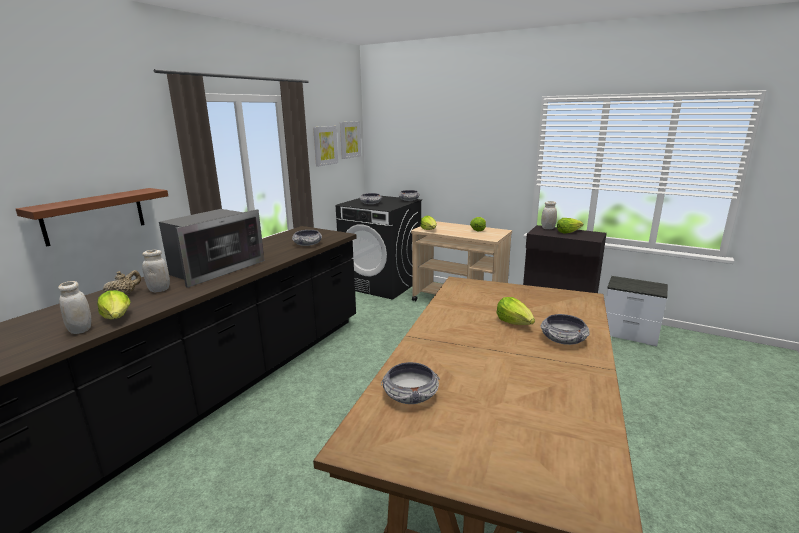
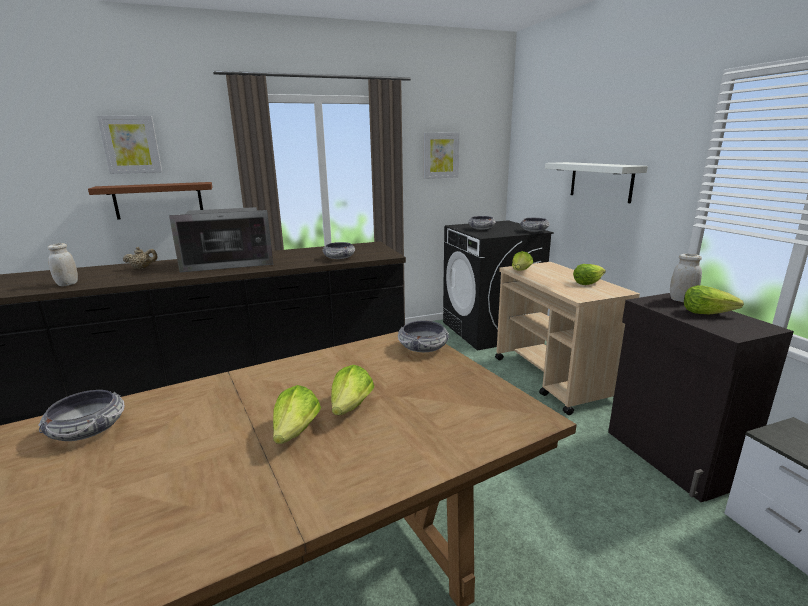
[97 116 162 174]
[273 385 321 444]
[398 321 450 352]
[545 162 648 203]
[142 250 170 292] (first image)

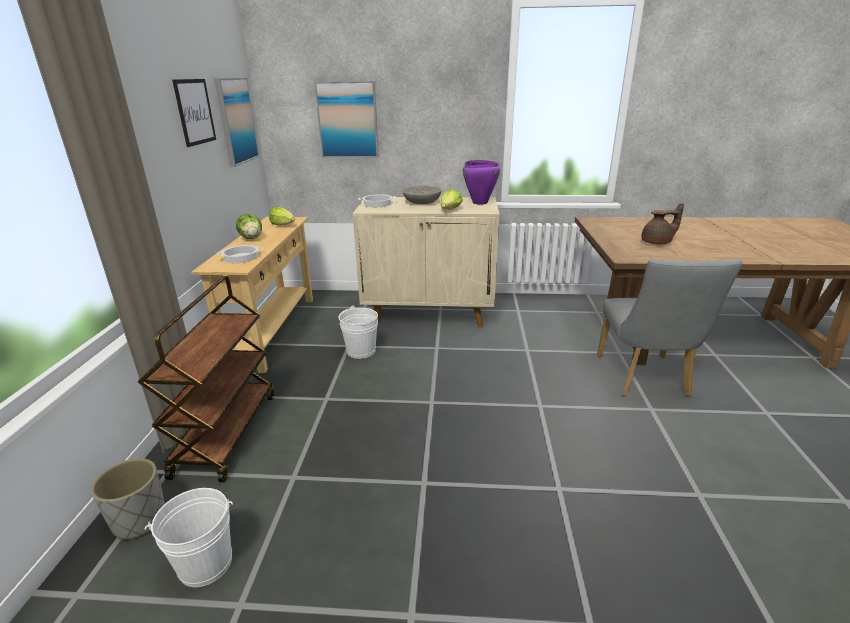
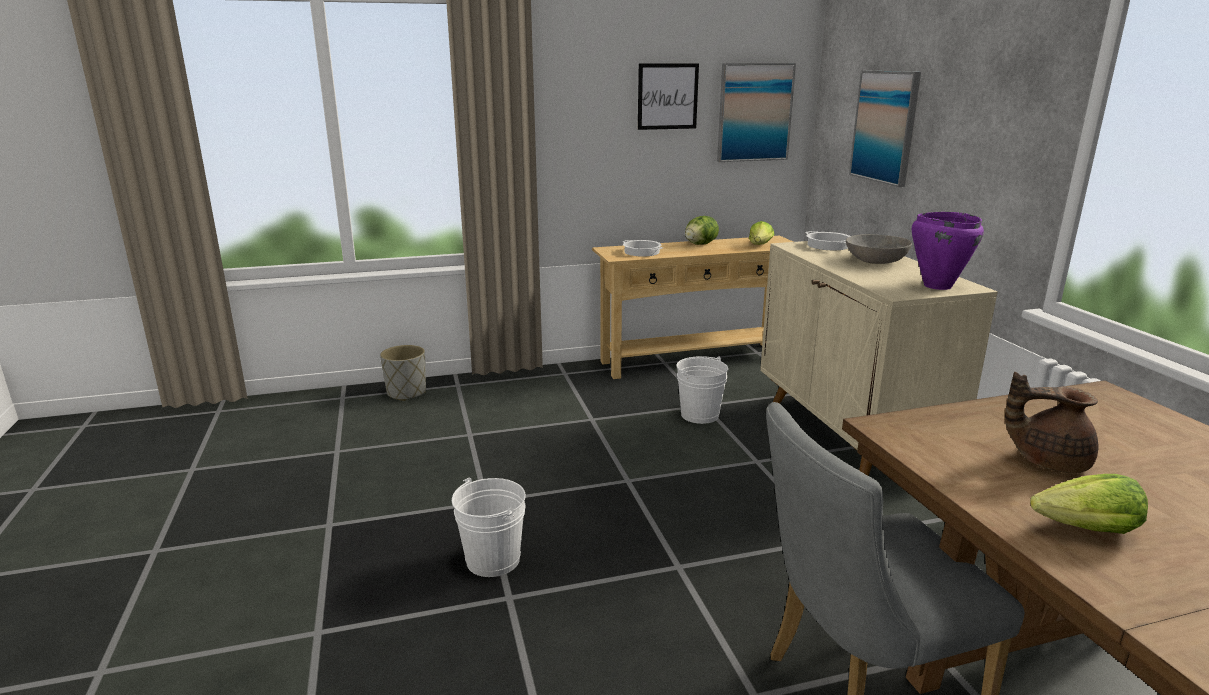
[452 477 526 577]
[1005 371 1098 473]
[1030 474 1148 534]
[138 276 274 482] (first image)

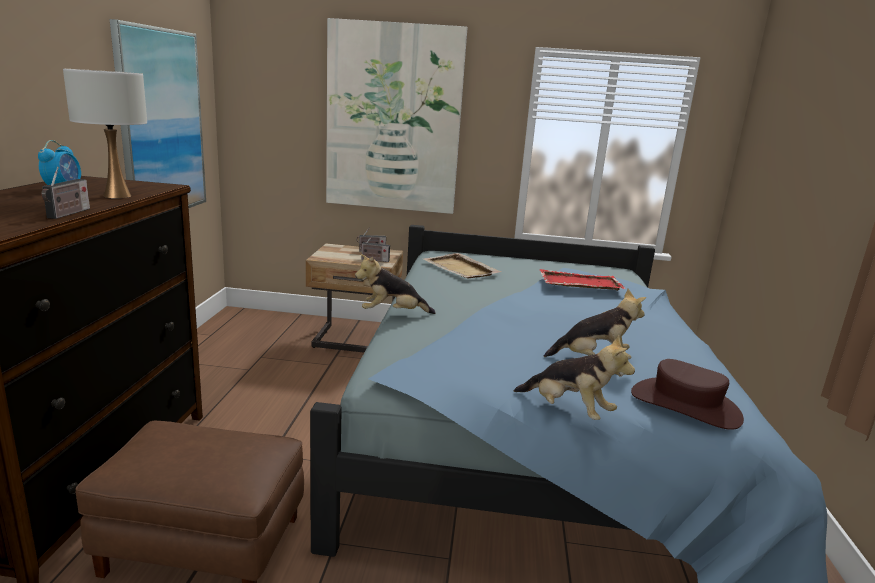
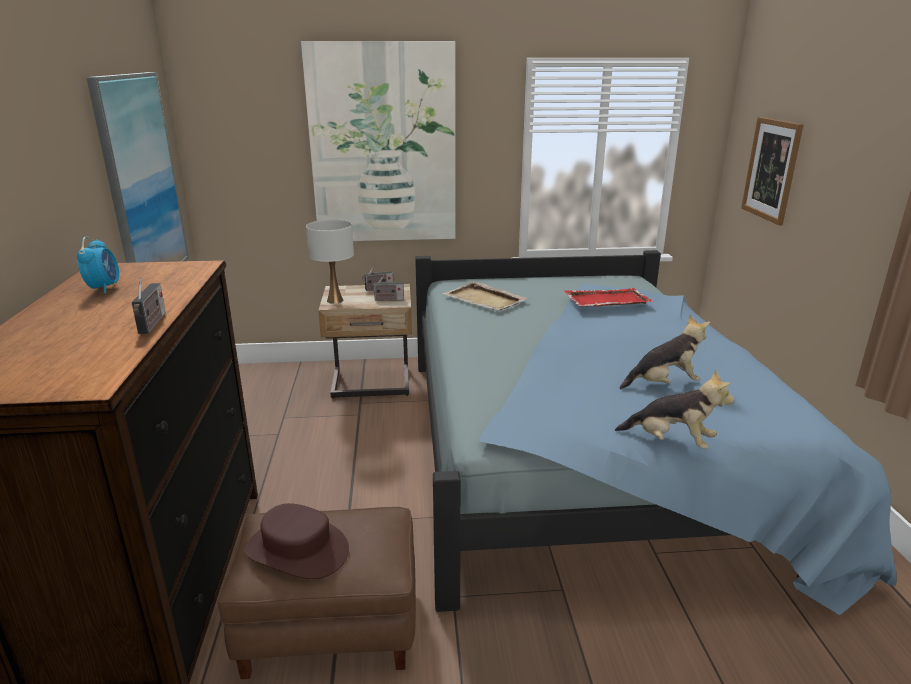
[245 503 349 579]
[306 220 354 304]
[741 117 803 226]
[355 254 435 314] (first image)

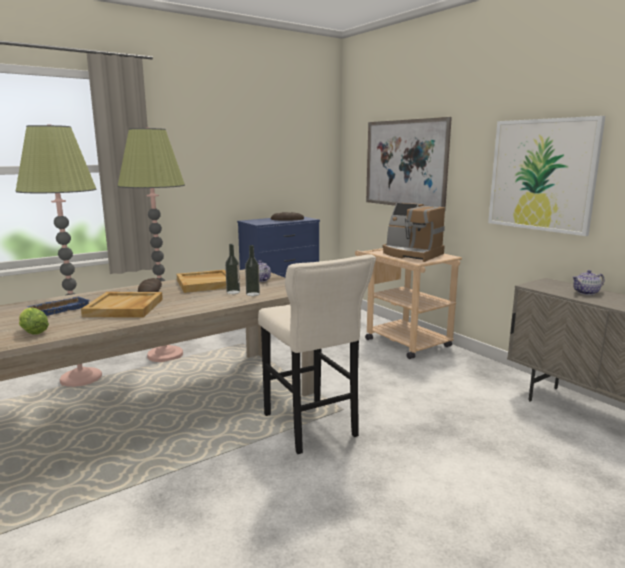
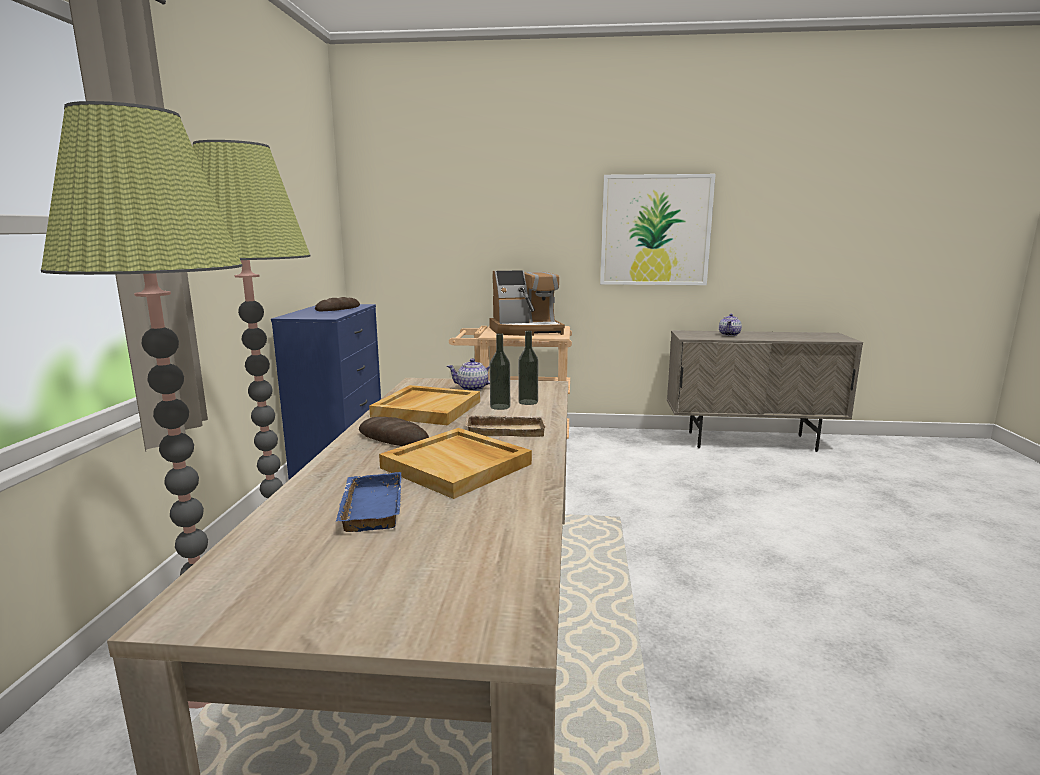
[465 415 546 437]
[19 307 49 335] (first image)
[258 254 376 454] (first image)
[366 117 452 208] (first image)

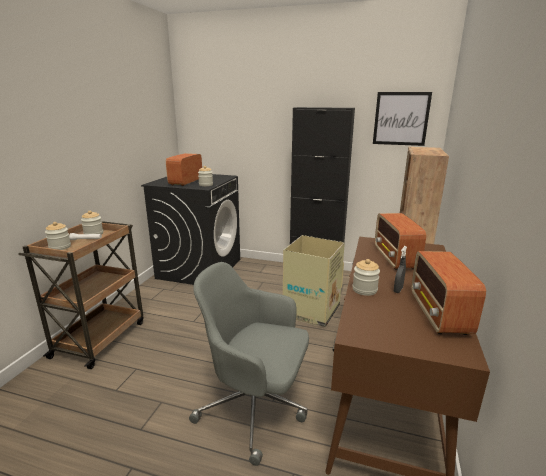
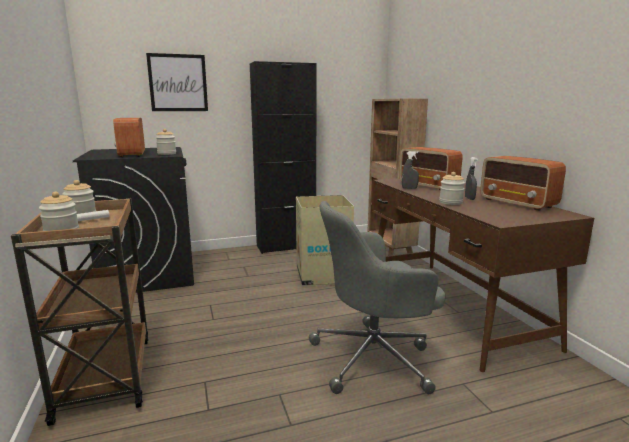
[146 53 208 111]
[402 151 419 189]

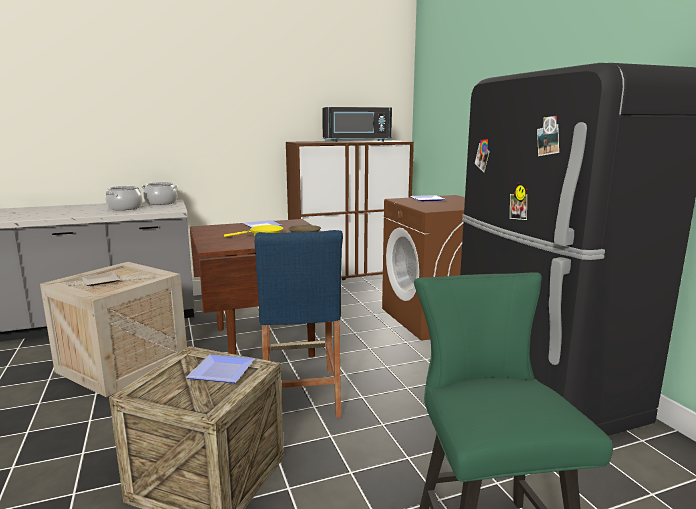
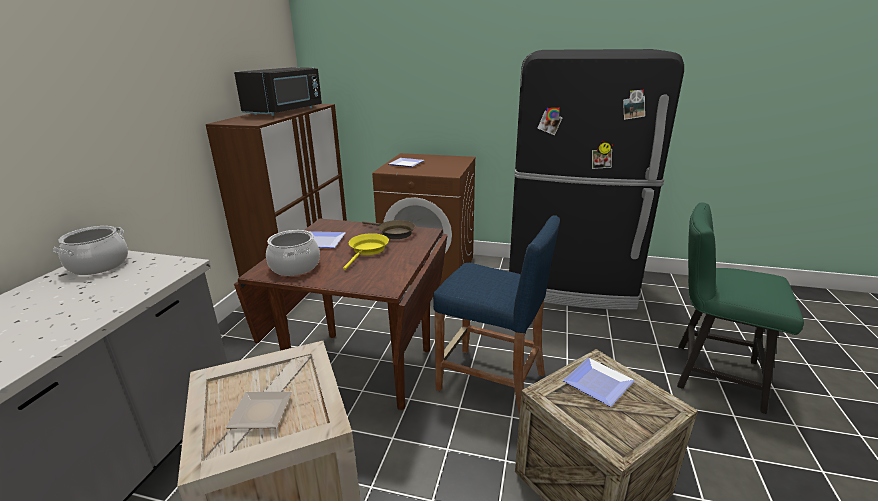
[266 230 320 276]

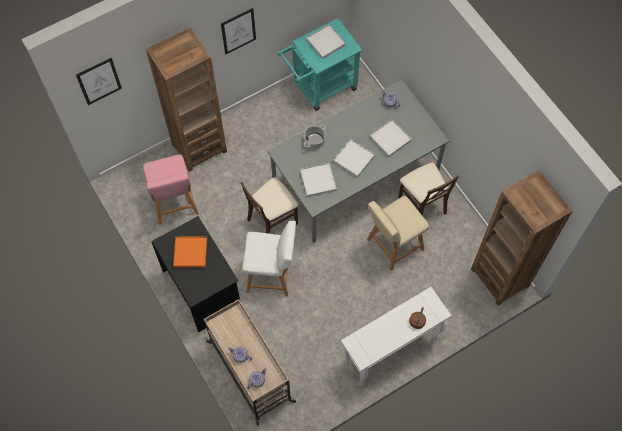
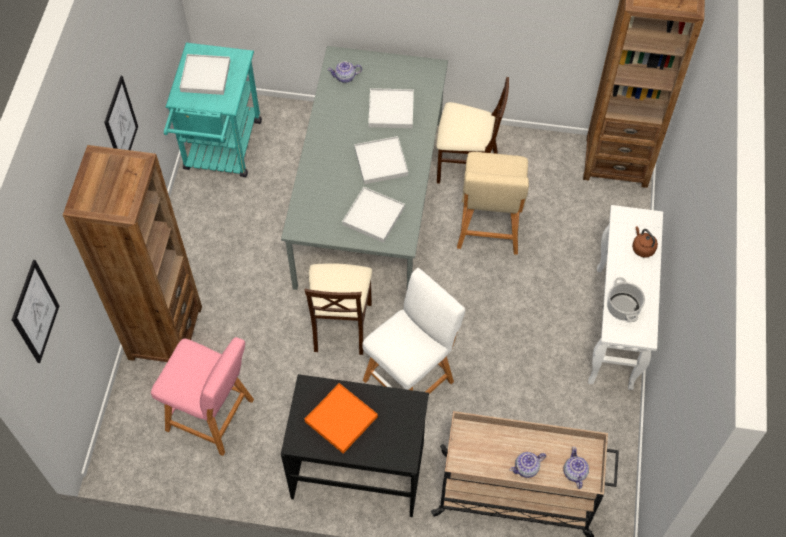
[607 277 645 322]

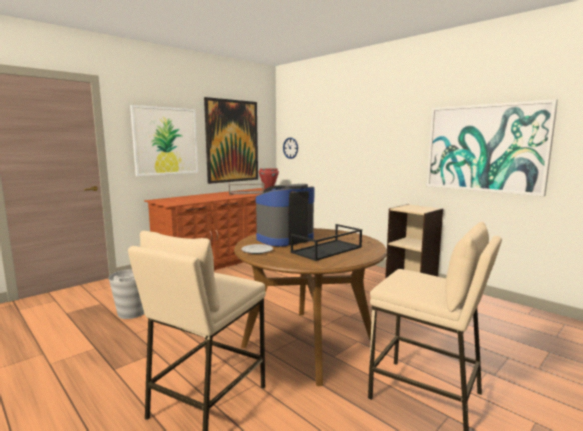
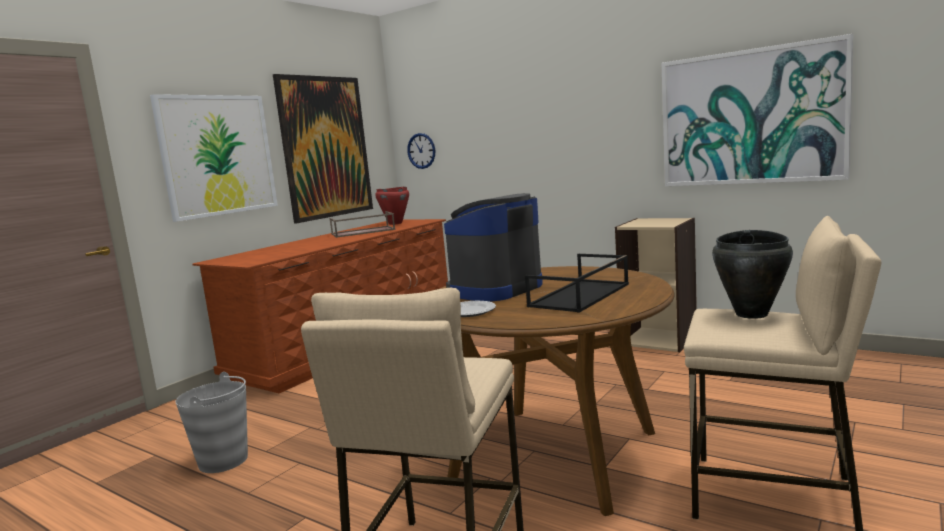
[712 230 793 319]

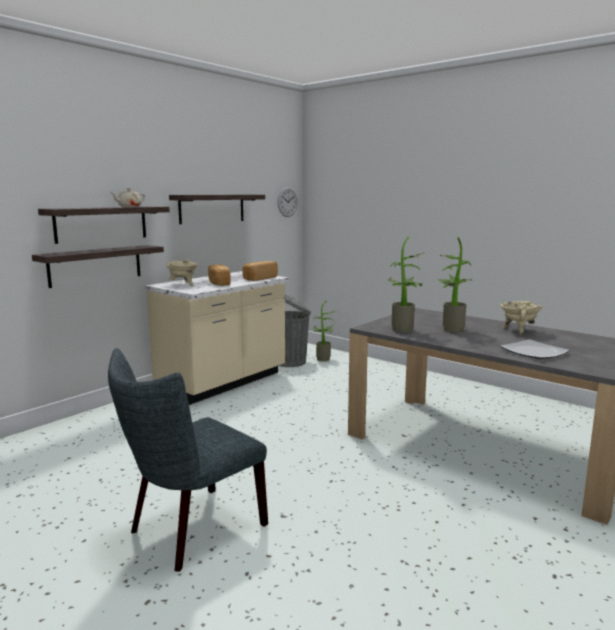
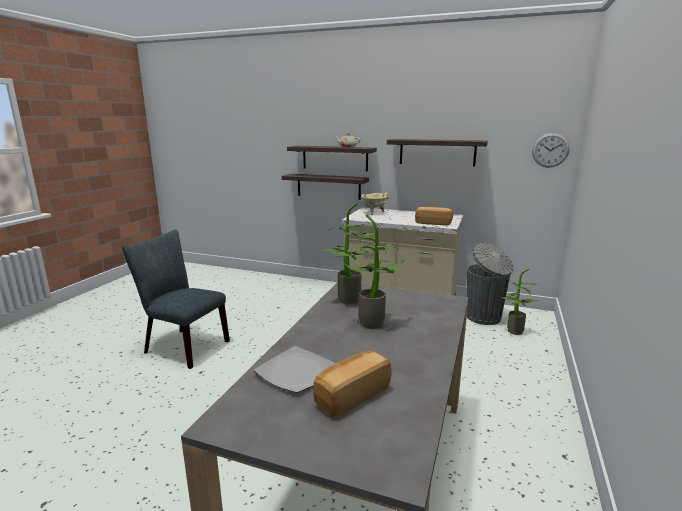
[313 351 392 418]
[500 301 543 335] (first image)

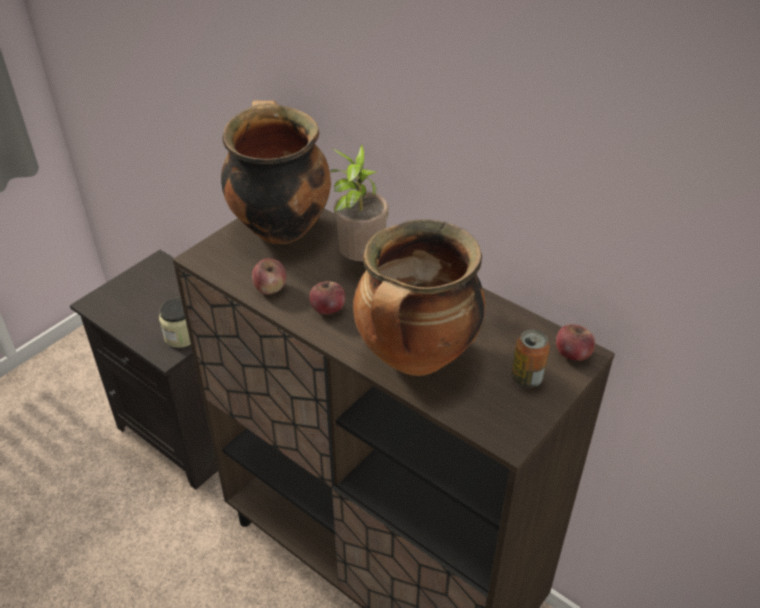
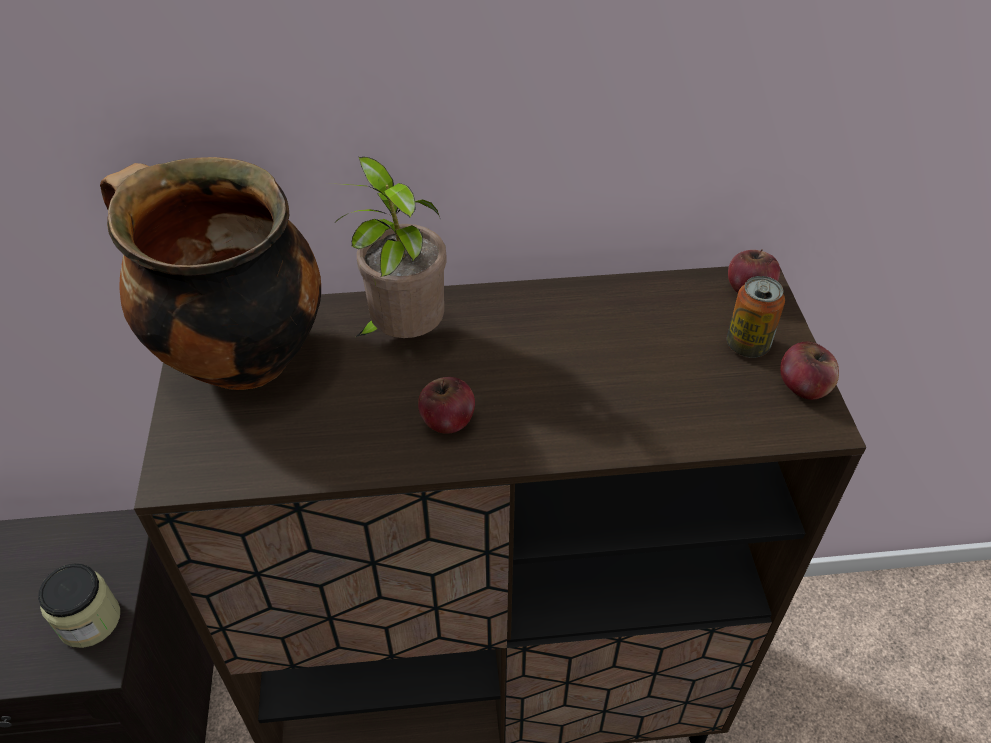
[780 342 839 400]
[353 219 485 376] (first image)

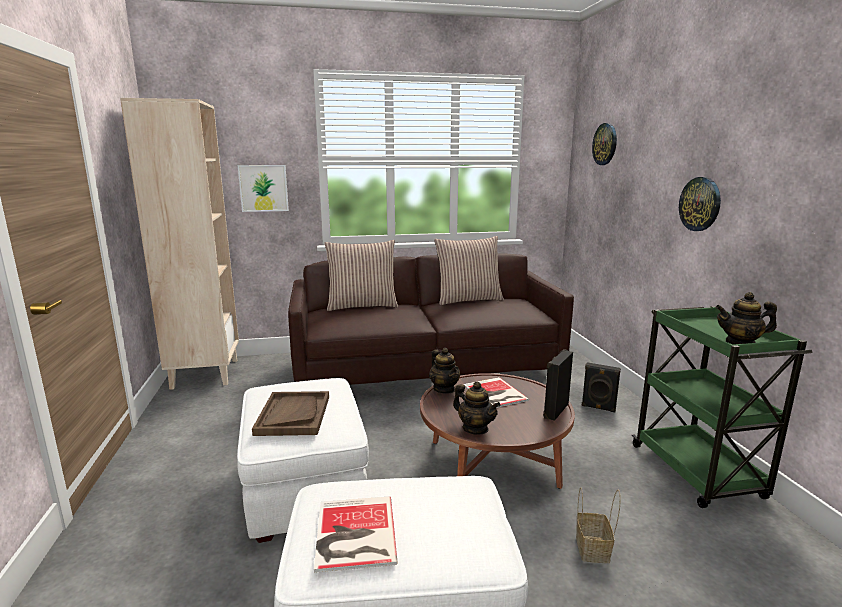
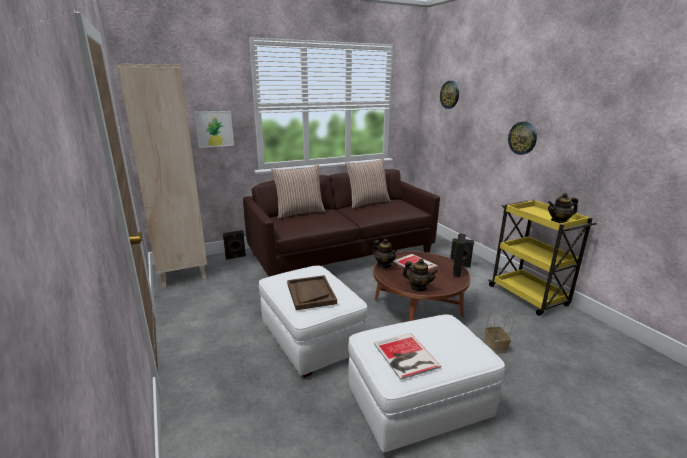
[223 230 246 260]
[489 200 597 316]

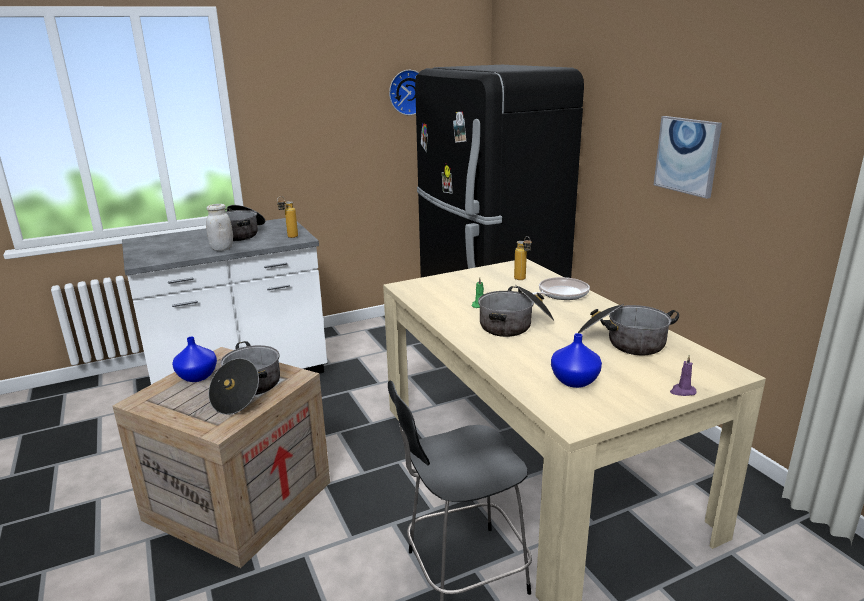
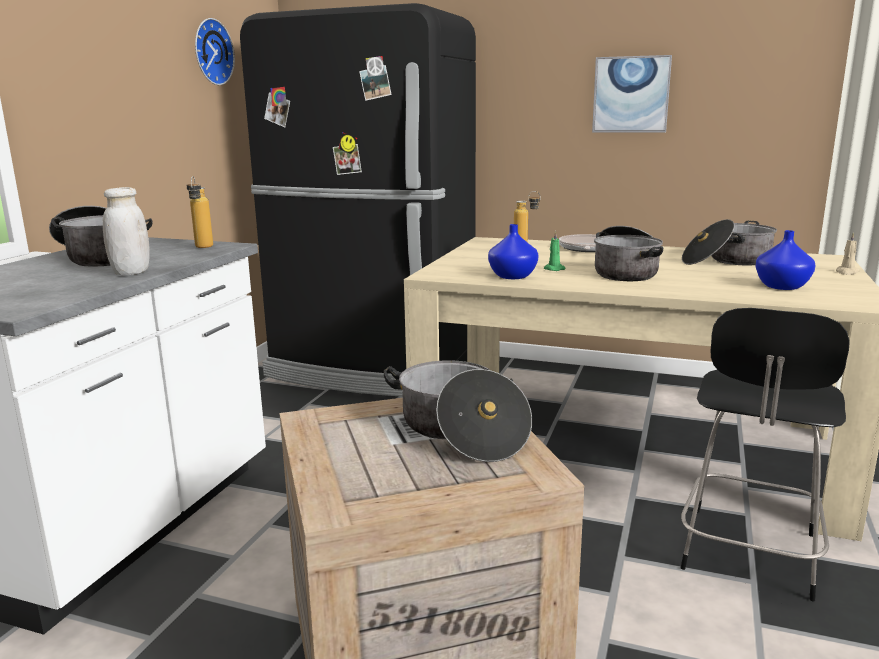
[488 224 538 279]
[836 232 860 275]

